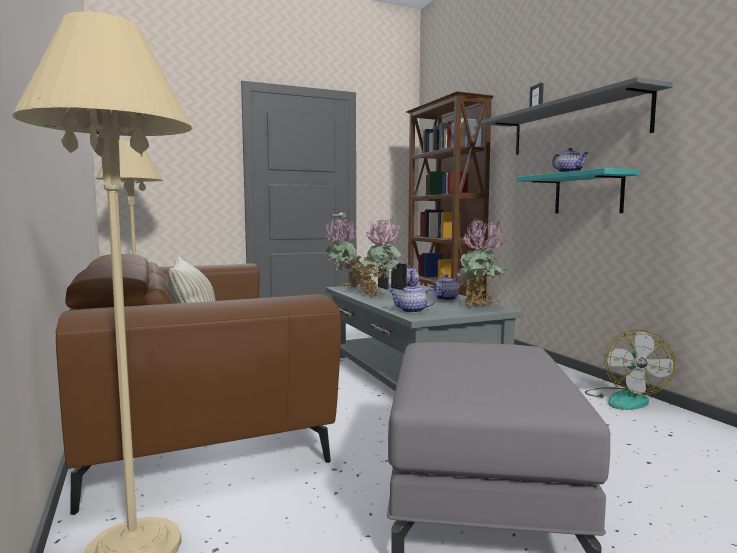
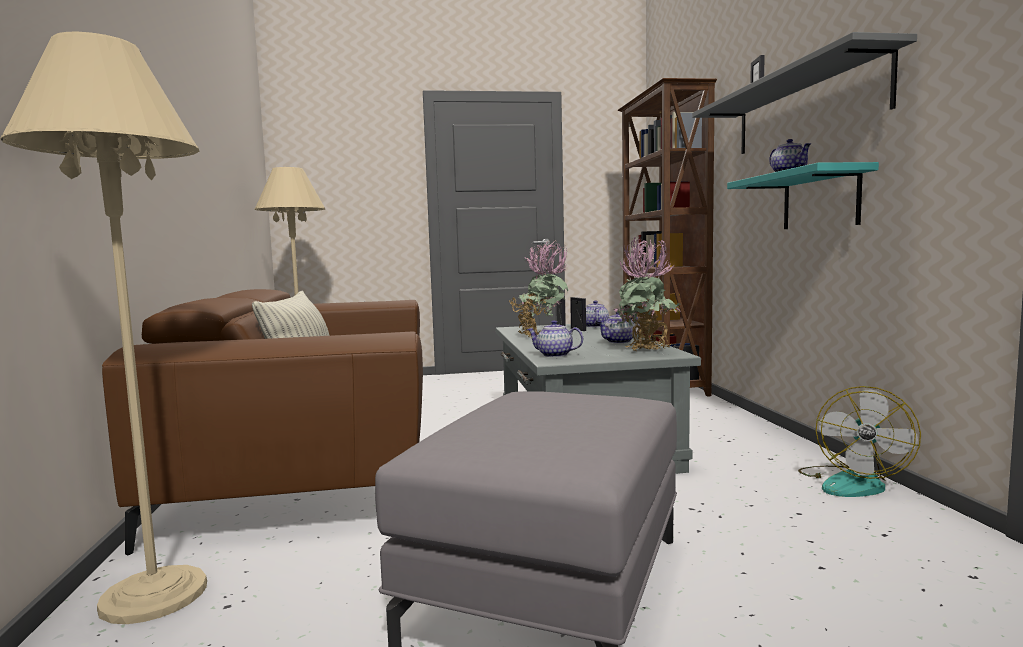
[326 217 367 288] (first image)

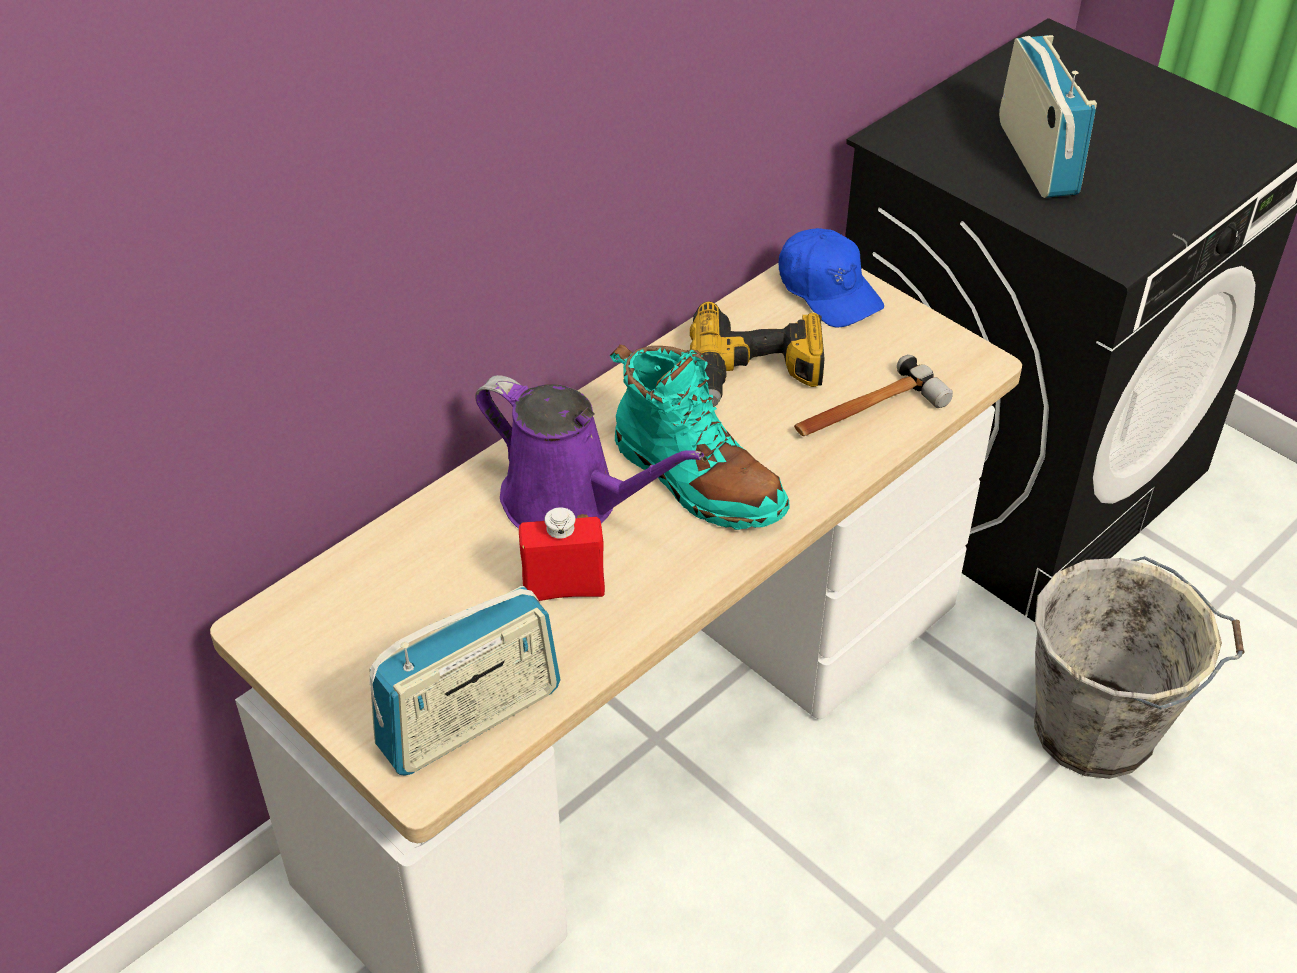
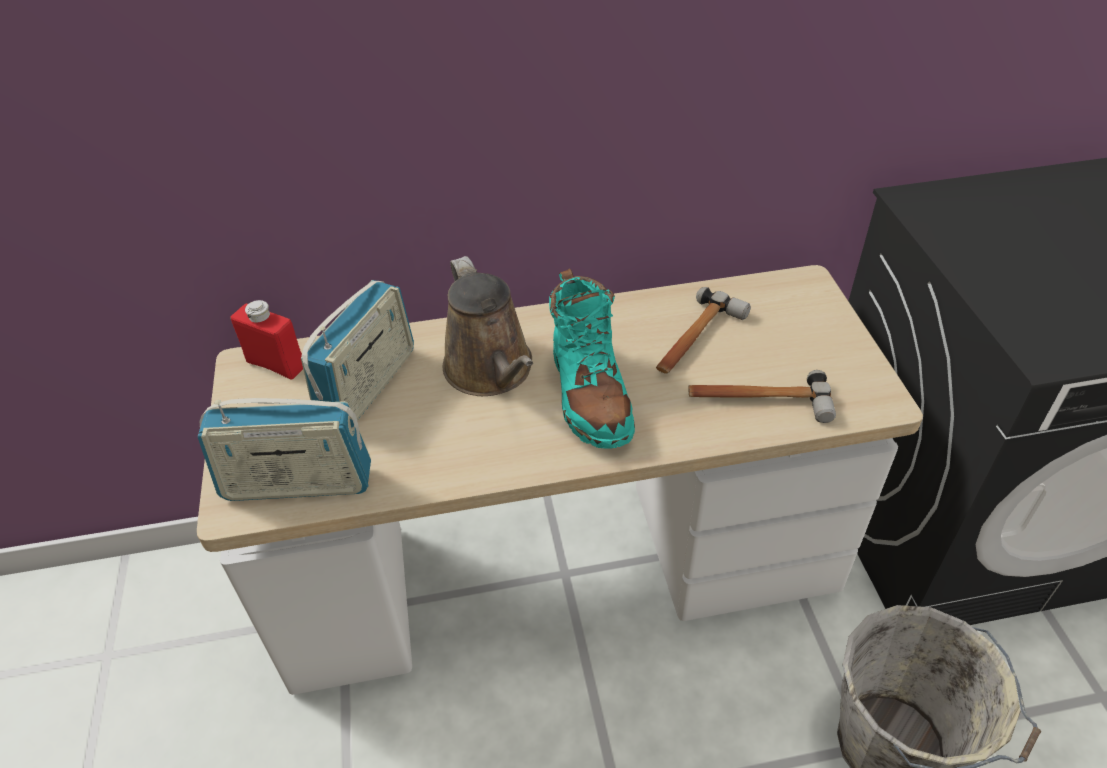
[230 300 303 379]
[301 280 414 421]
[443 256 533 396]
[656 287 751 374]
[779 228 884 327] (first image)

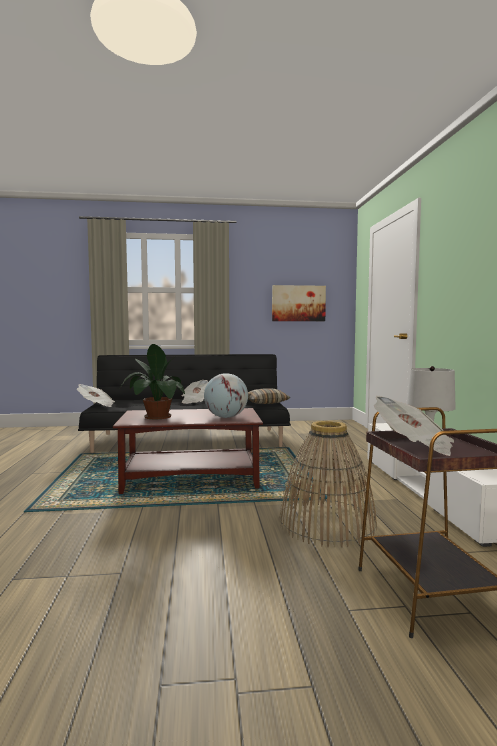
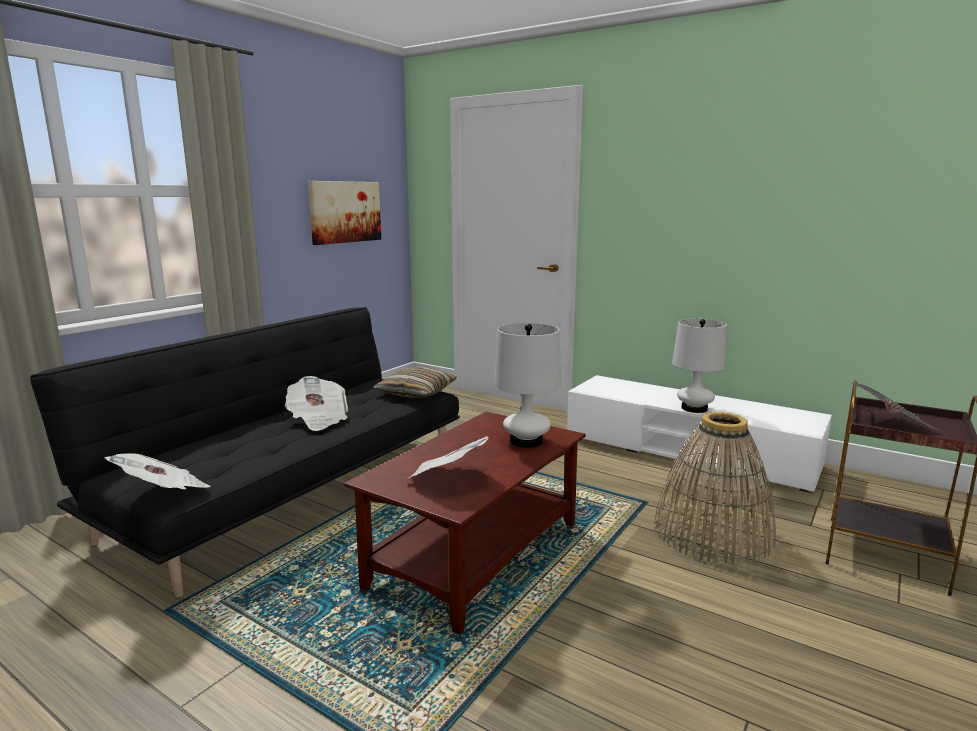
[408 436 489 478]
[494 323 561 448]

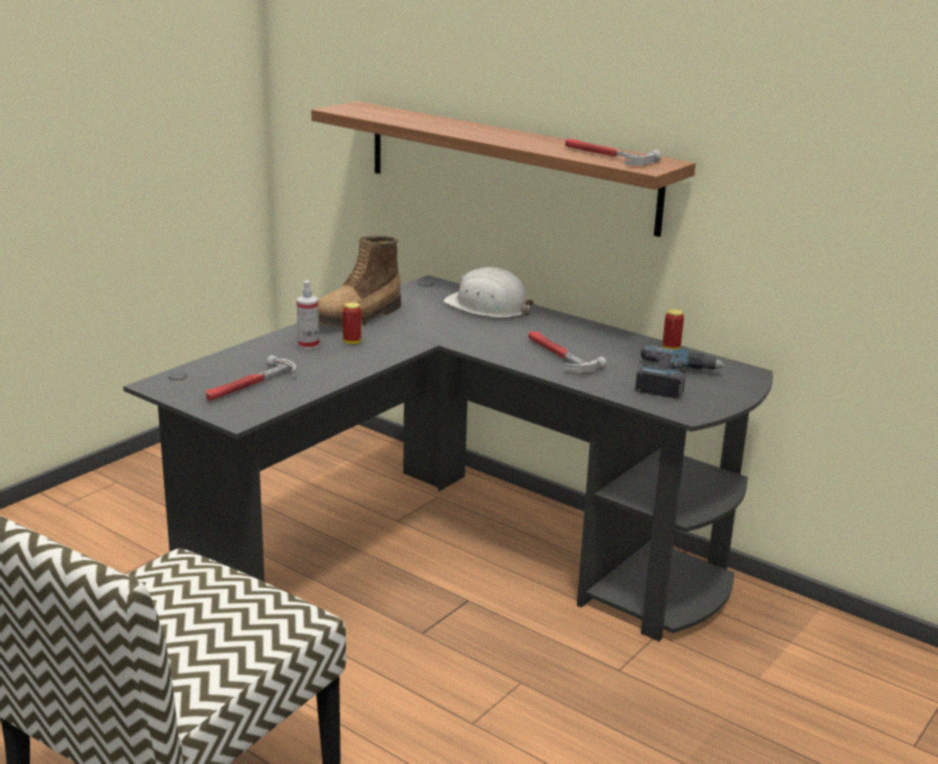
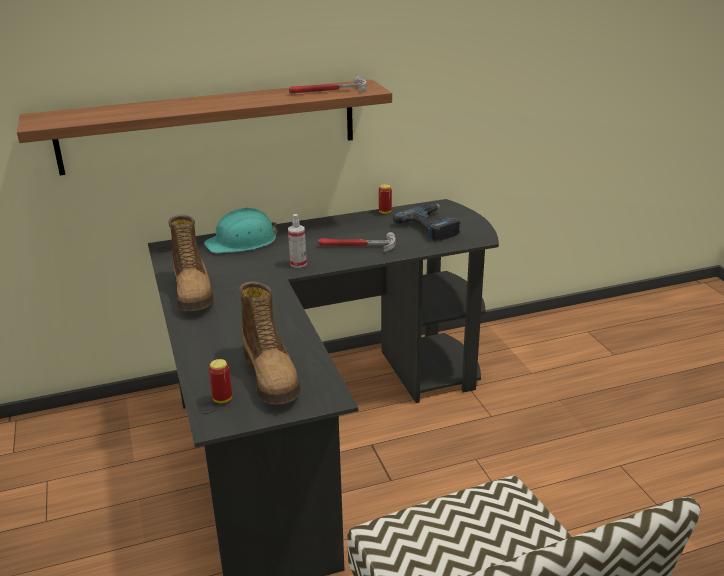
[204 208 278 253]
[209 359 232 403]
[239 281 301 405]
[288 214 307 268]

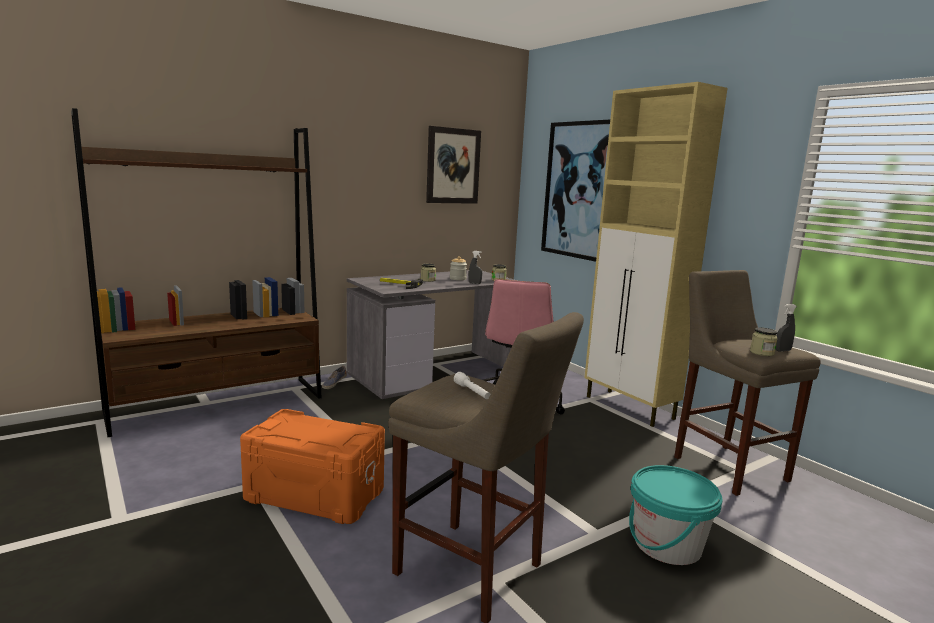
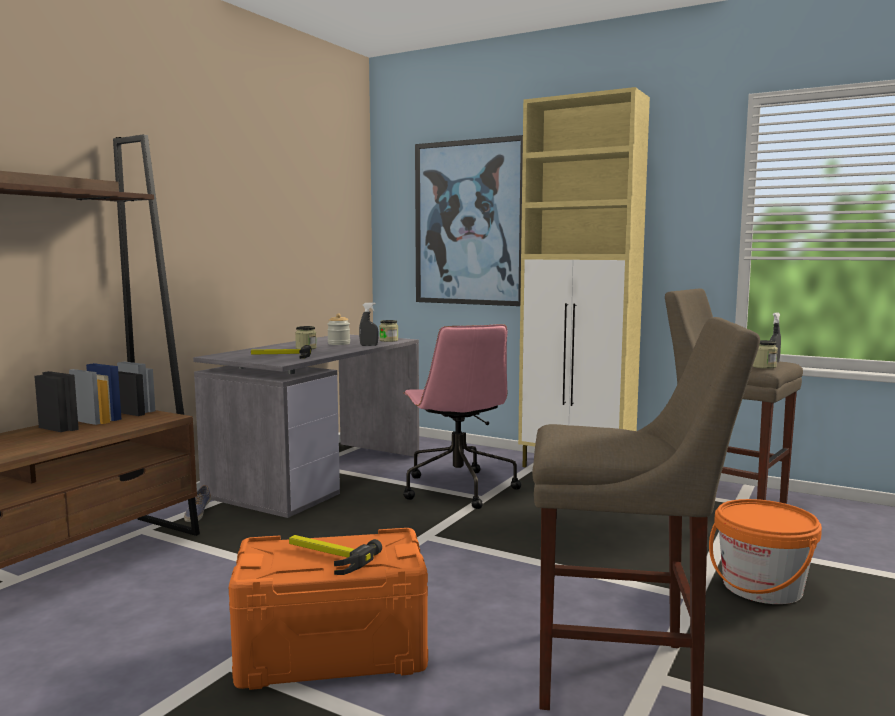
[289 535 382 575]
[709 499 822 604]
[426 126 481 204] (first image)
[454 372 490 399] (first image)

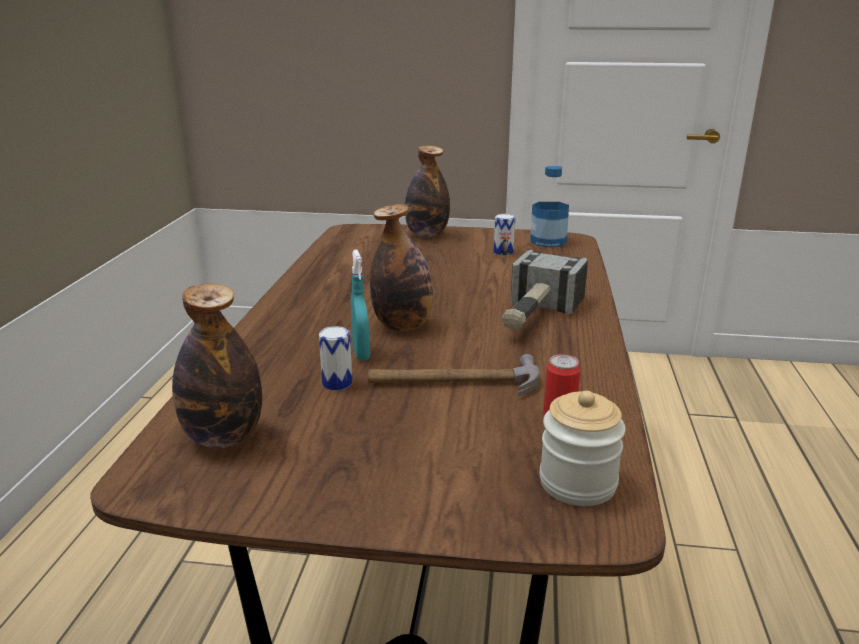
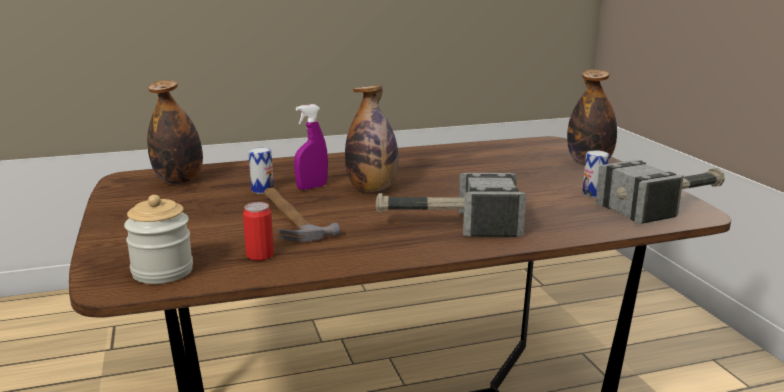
[294 104 328 190]
[595 160 725 224]

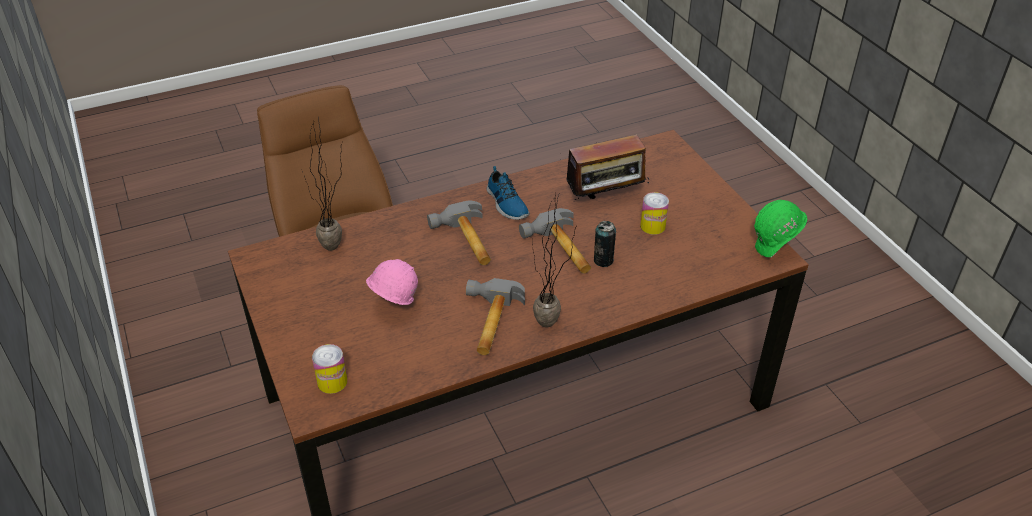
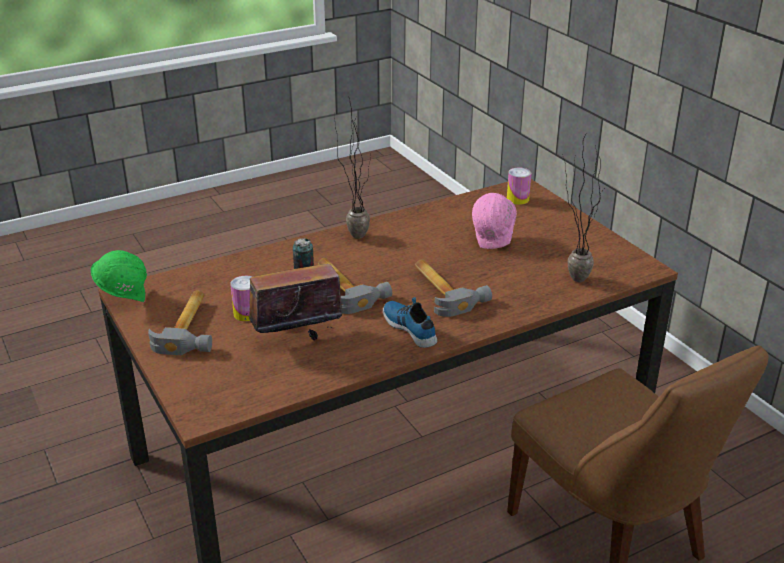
[148 290 212 355]

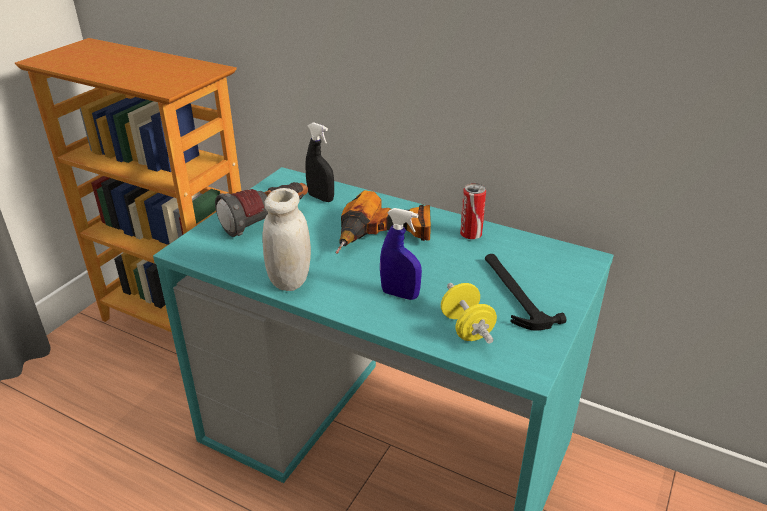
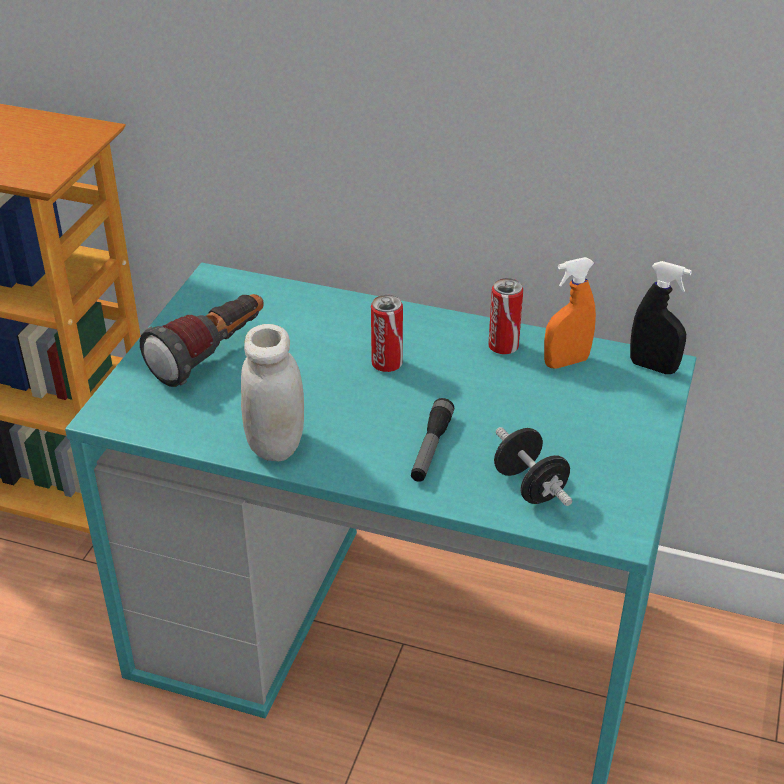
[371 295 403 372]
[411 398 455 482]
[494 427 572 506]
[544 257 596 369]
[630 261 692 374]
[485 254 566 331] (first image)

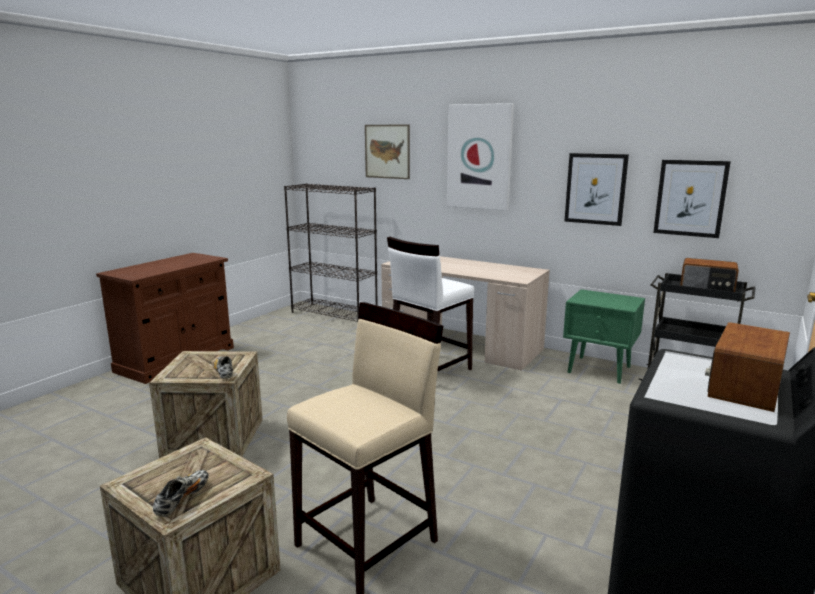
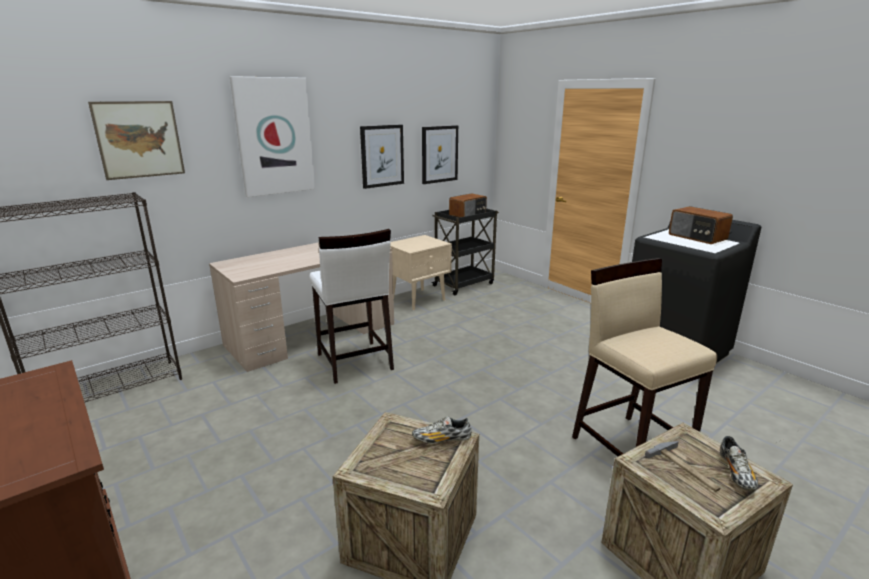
[390 235 452 310]
[645 441 721 492]
[720 436 758 490]

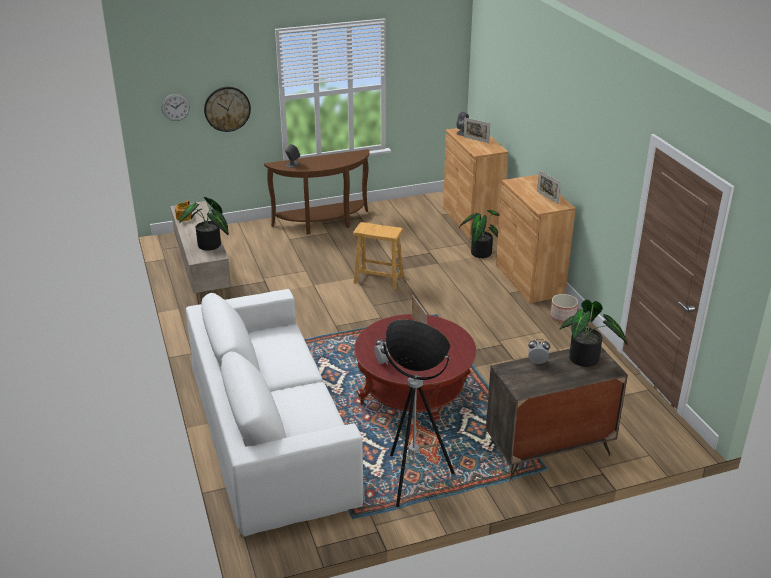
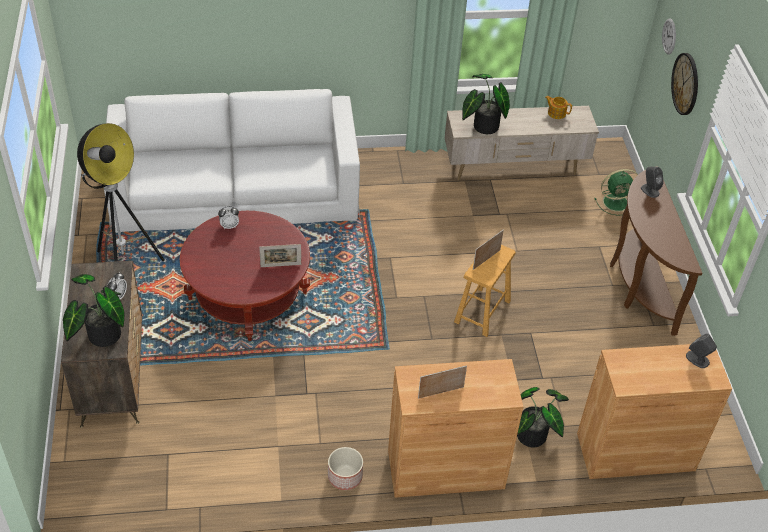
[473 230 504 270]
[594 169 638 215]

